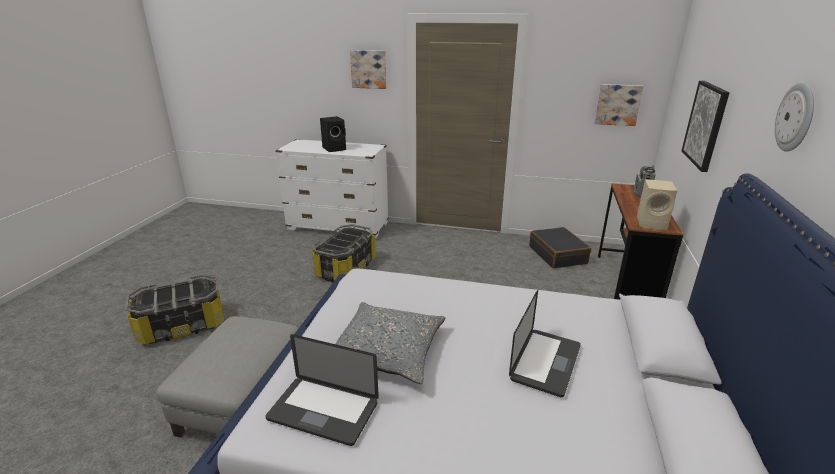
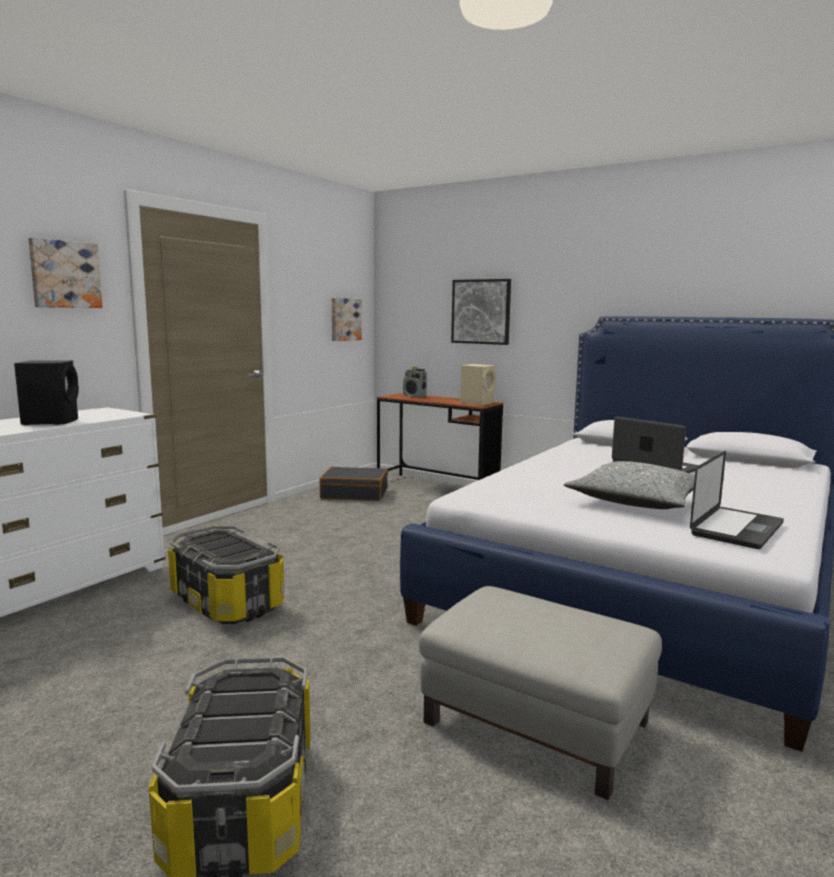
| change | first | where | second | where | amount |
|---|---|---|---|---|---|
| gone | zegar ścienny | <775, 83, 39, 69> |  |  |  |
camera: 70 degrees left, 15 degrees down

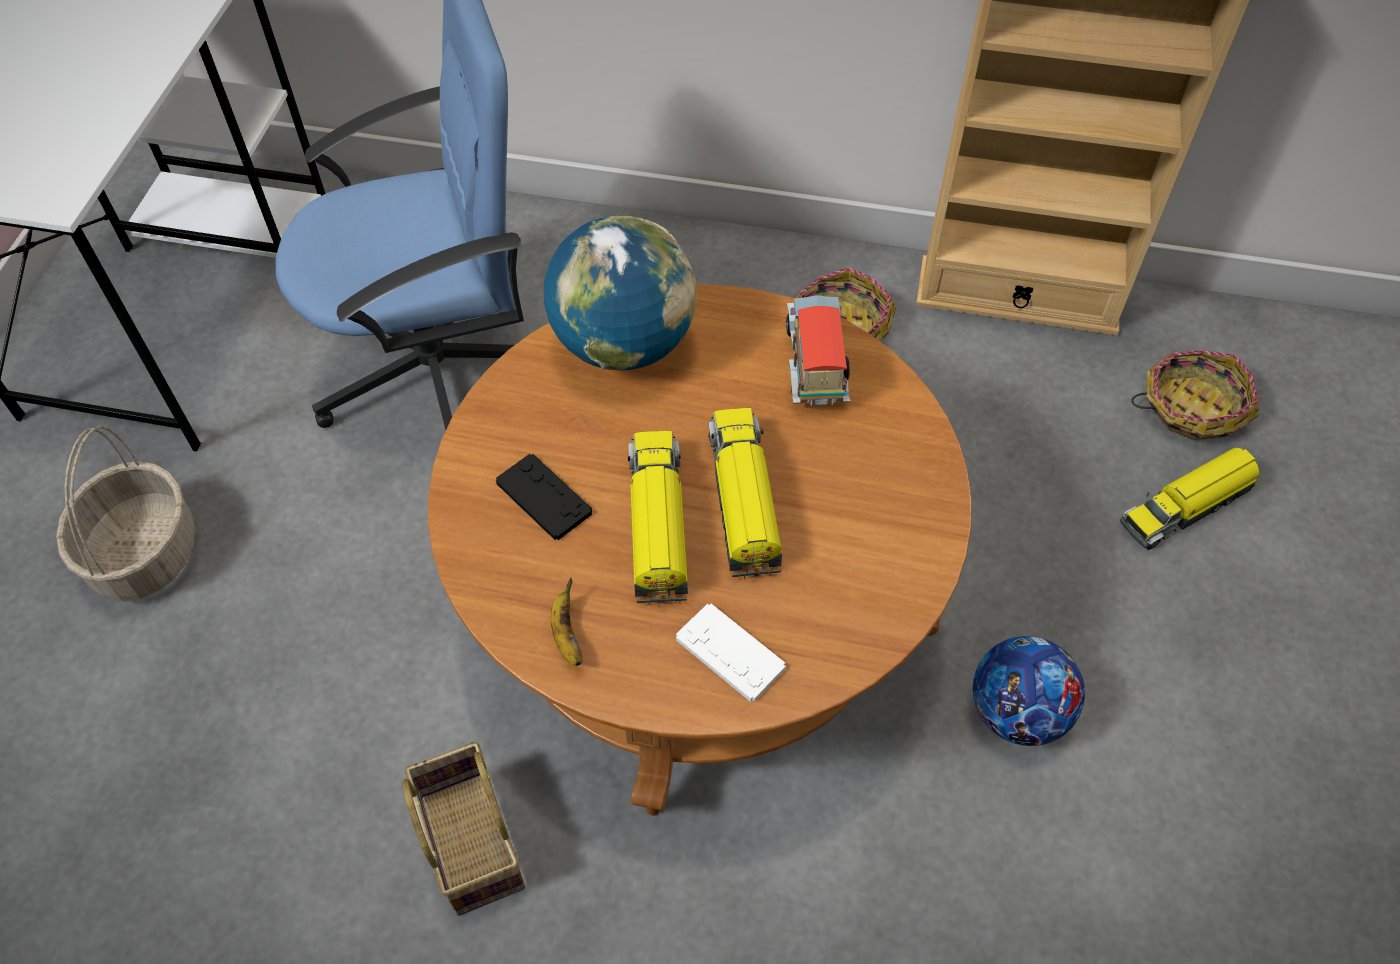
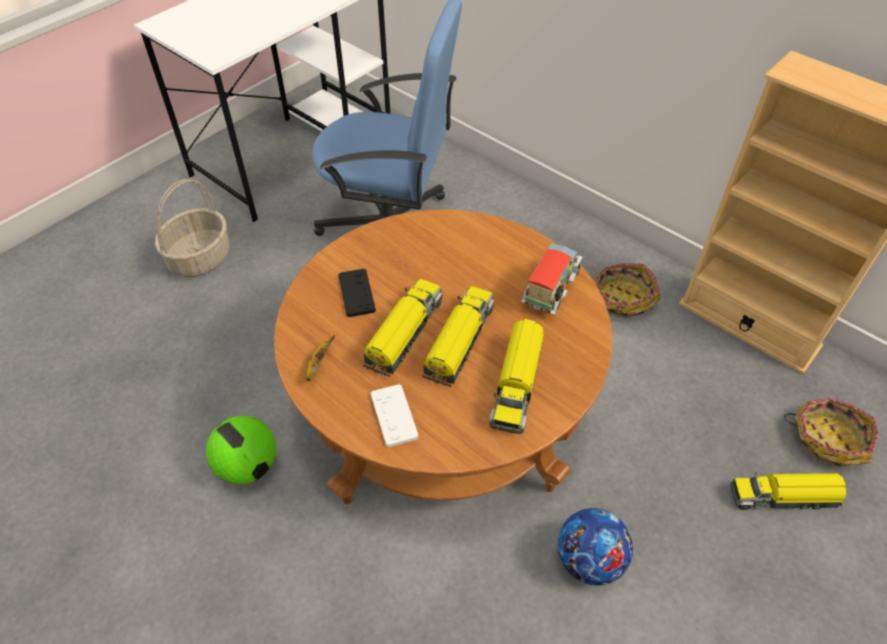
| change | first | where | second | where | amount |
|---|---|---|---|---|---|
| gone | globus | <544, 216, 153, 154> |  |  |  |
| new |  |  | ciężarówka zabawkowa | <489, 319, 55, 115> |  |
| swapped | koszyk | <402, 742, 123, 174> | piłka futbolowa | <206, 416, 70, 69> |  |
camera: 30 degrees right, 5 degrees down

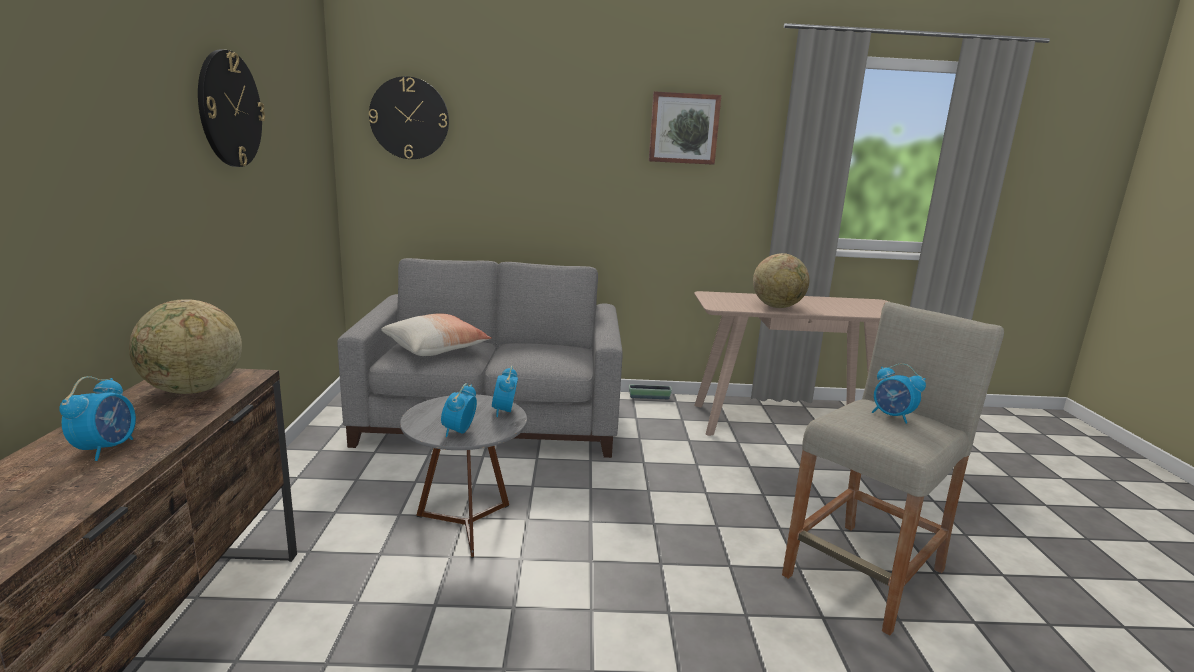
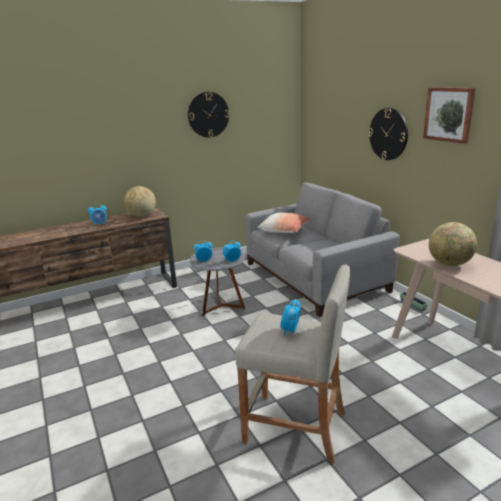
| change | first | where | second | where | amount |
|---|---|---|---|---|---|
| shifted | zegar ścienny | <369, 76, 80, 83> |  | <368, 108, 40, 52> |  |
camera: 65 degrees right, 5 degrees up

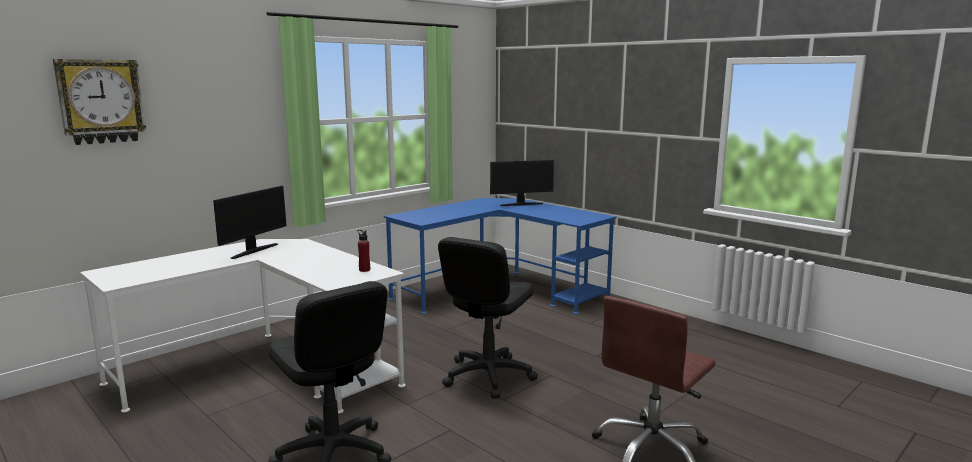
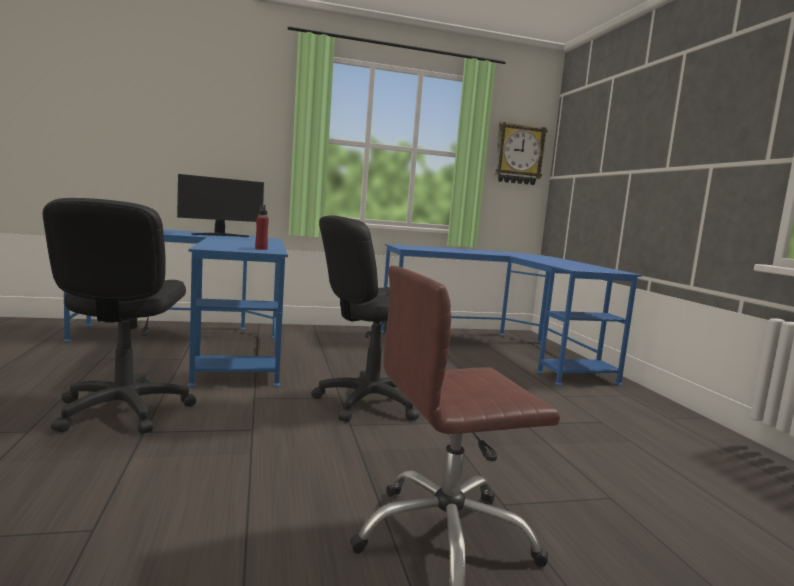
| change | first | where | second | where | amount |
|---|---|---|---|---|---|
| gone | monitor | <490, 160, 64, 46> |  |  |  |
| shifted | zegar ścienny | <53, 59, 93, 86> |  | <494, 122, 54, 63> |  |
| repainted | biurko [biały] | <80, 239, 325, 175> | biurko [niebieski] | <63, 229, 225, 158> |  |
camera: 30 degrees right, 5 degrees down

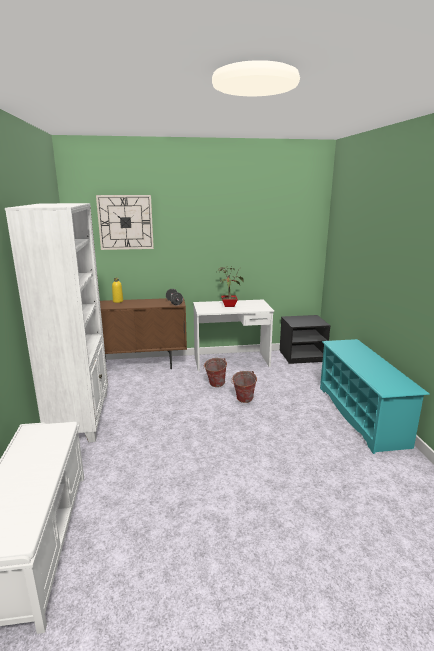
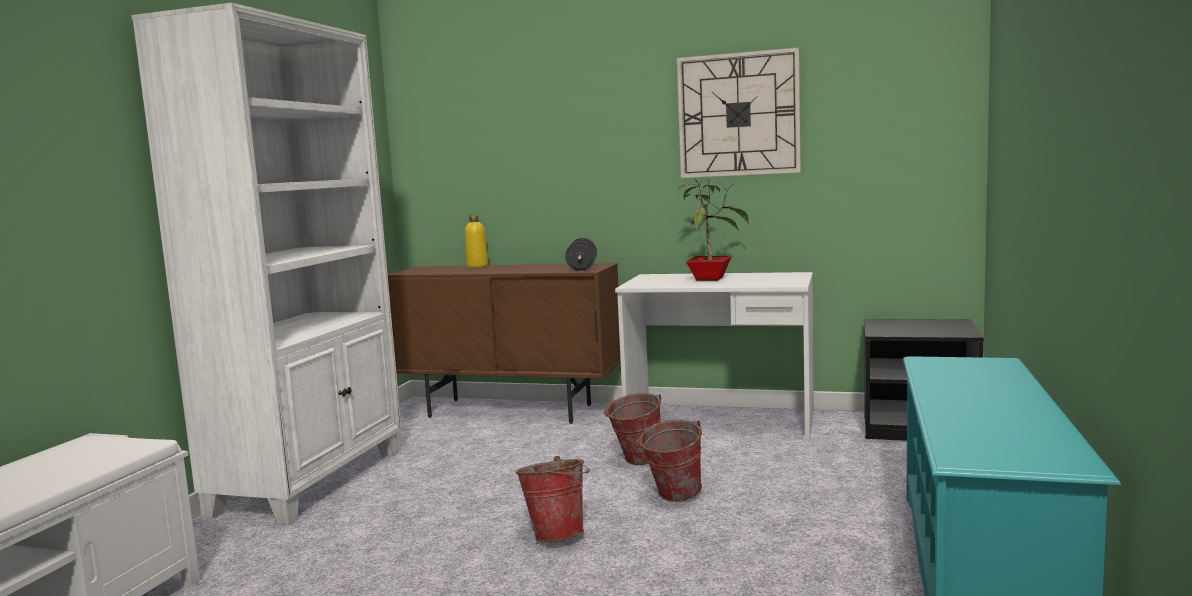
| change | first | where | second | where | amount |
|---|---|---|---|---|---|
| new |  |  | wiadro | <515, 456, 75, 86> |  |
| shifted | zegar ścienny | <96, 195, 58, 55> |  | <677, 47, 124, 131> |  |
camera: 25 degrees right, 10 degrees down

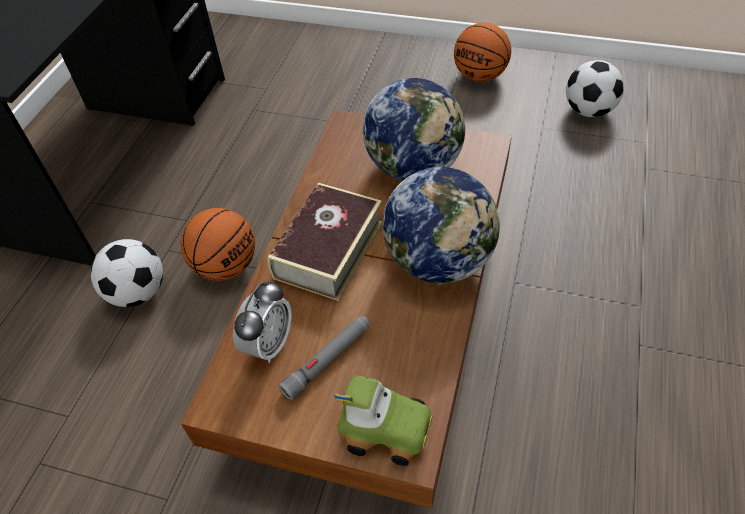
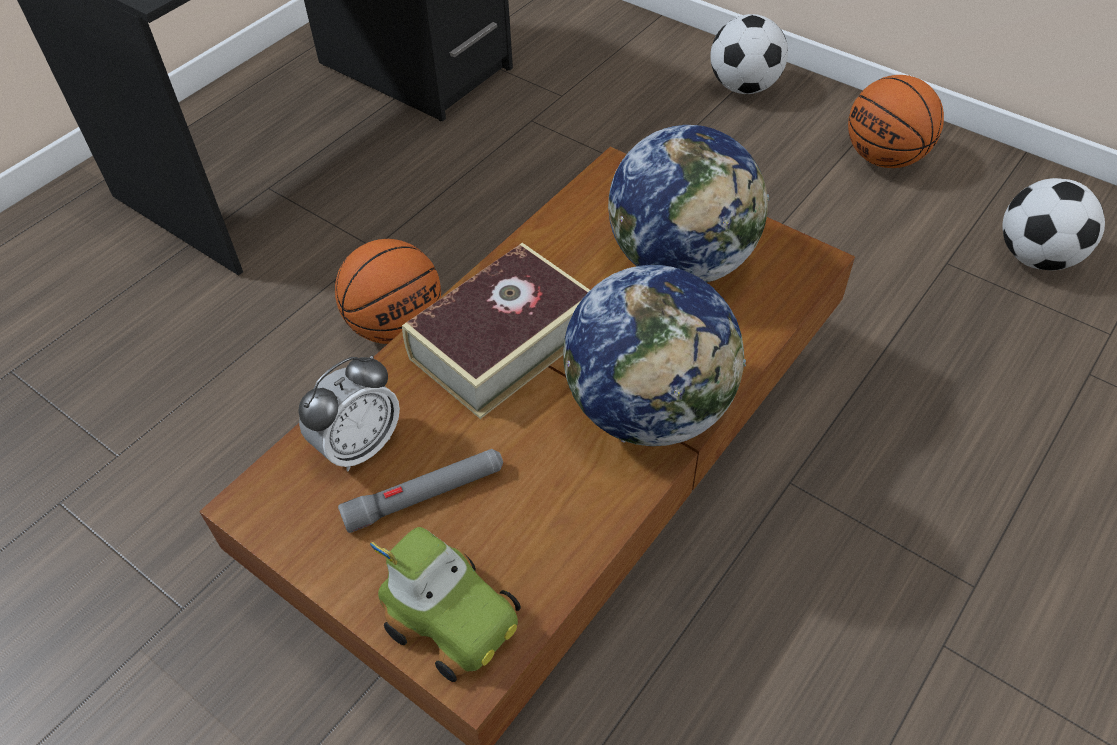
| change | first | where | second | where | amount |
|---|---|---|---|---|---|
| shifted | piłka futbolowa | <91, 239, 72, 68> |  | <710, 14, 78, 80> |  |
camera: 20 degrees right, 0 degrees up

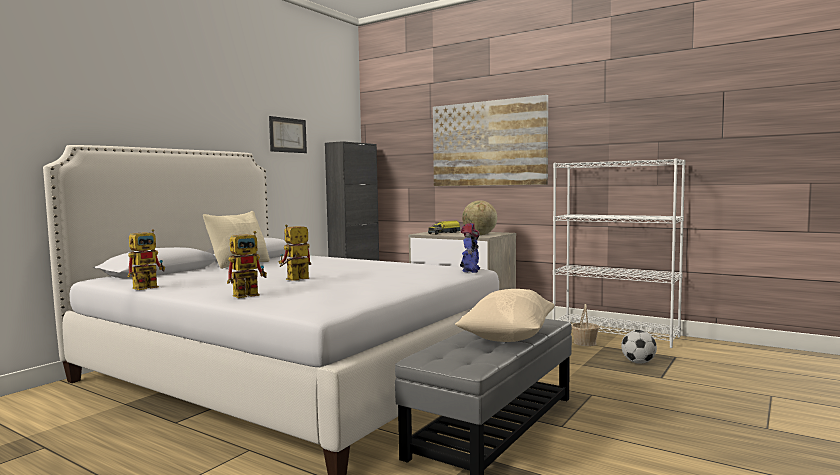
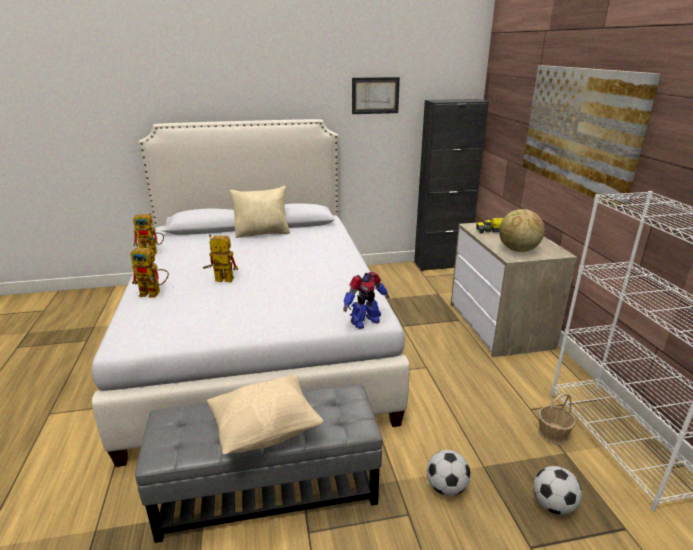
| change | first | where | second | where | amount |
|---|---|---|---|---|---|
| new |  |  | piłka futbolowa | <427, 450, 44, 46> |  |
camera: 45 degrees right, 20 degrees up

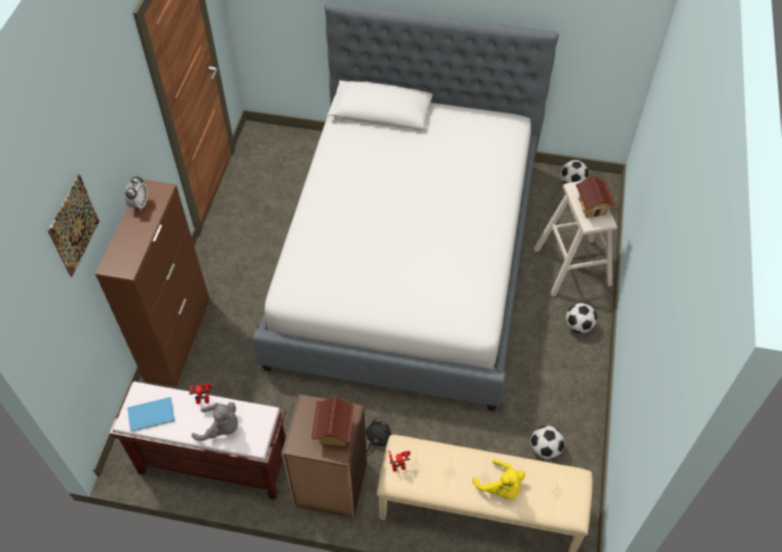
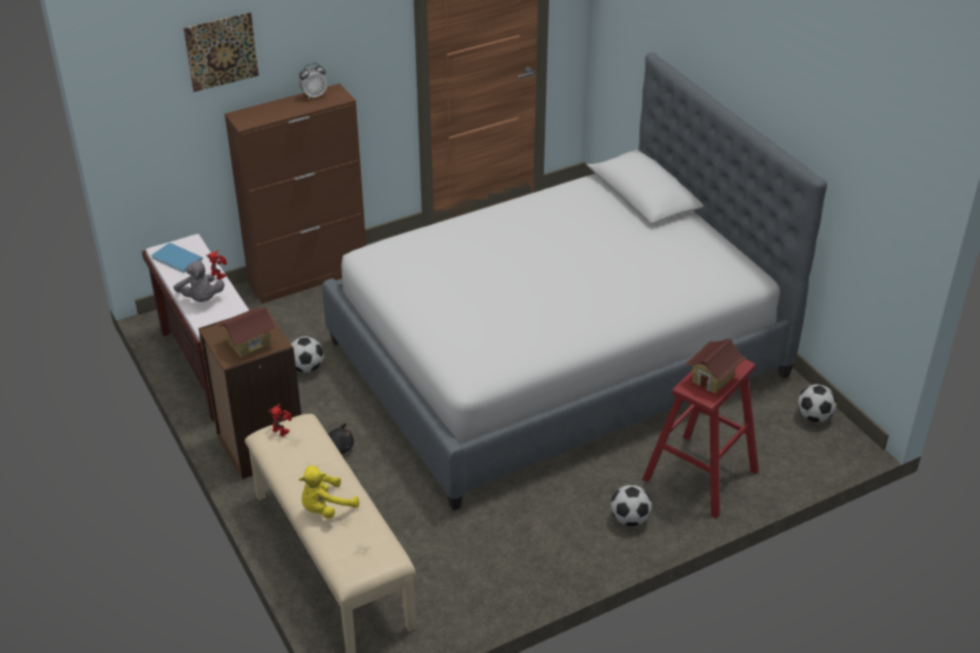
| change | first | where | second | where | amount |
|---|---|---|---|---|---|
| shifted | piłka futbolowa | <530, 426, 35, 33> |  | <291, 336, 33, 37> |  |
| repainted | stołek [beżowy] | <534, 180, 83, 116> | stołek [czerwony] | <642, 359, 117, 160> |  |
| rotated | pluszak [żółty] | <472, 459, 53, 41> |  | <299, 465, 60, 53> | 45 degrees clockwise |
camera: 50 degrees right, 15 degrees down

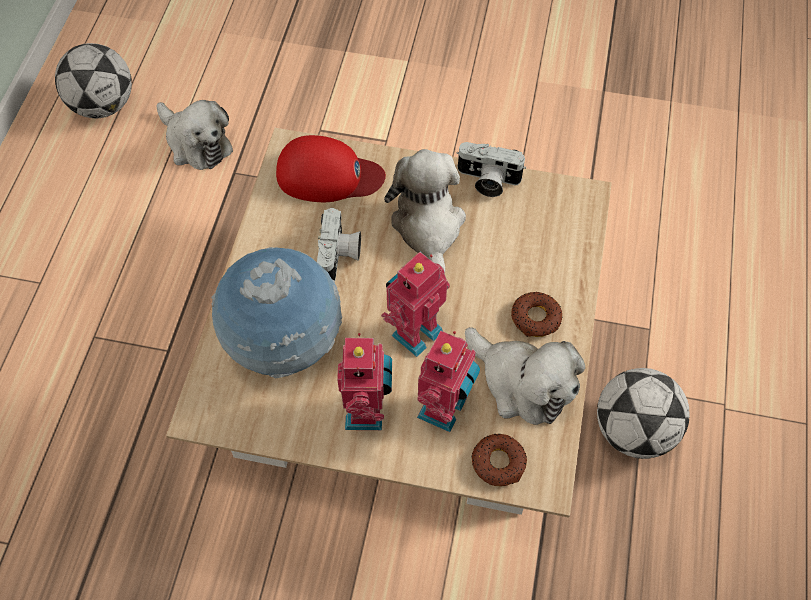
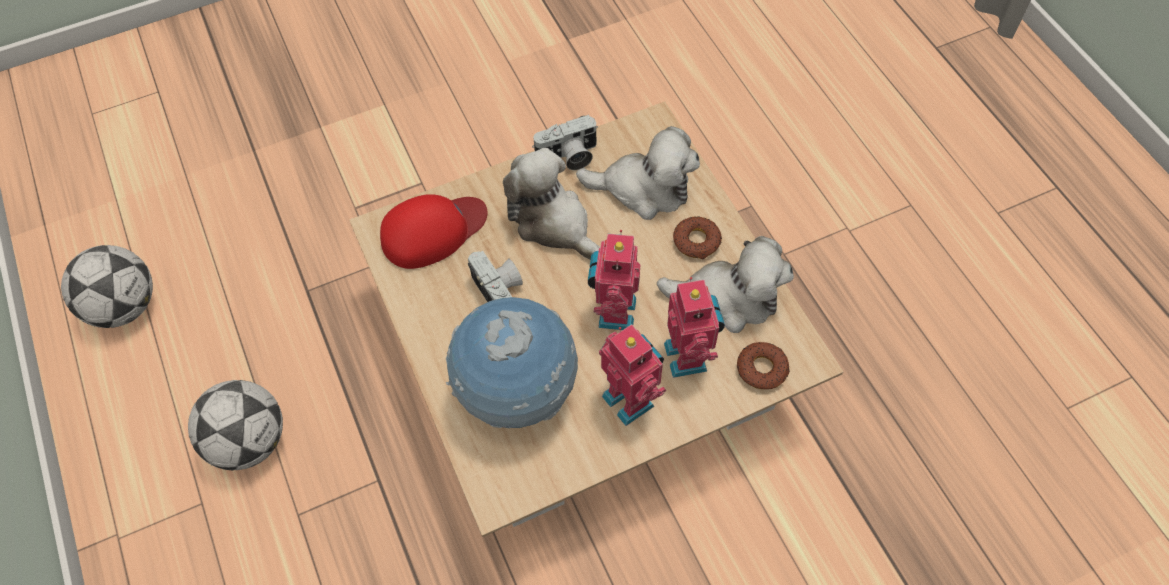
| change | first | where | second | where | amount |
|---|---|---|---|---|---|
| shifted | pluszak | <157, 100, 76, 70> |  | <576, 126, 124, 94> |  |
| shifted | piłka futbolowa | <597, 368, 93, 91> |  | <188, 380, 95, 90> |  |
camera: 35 degrees left, 0 degrees up

